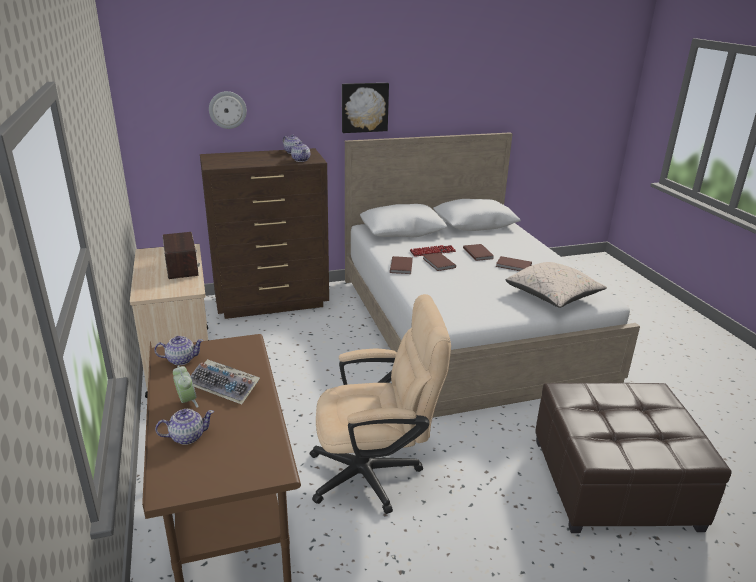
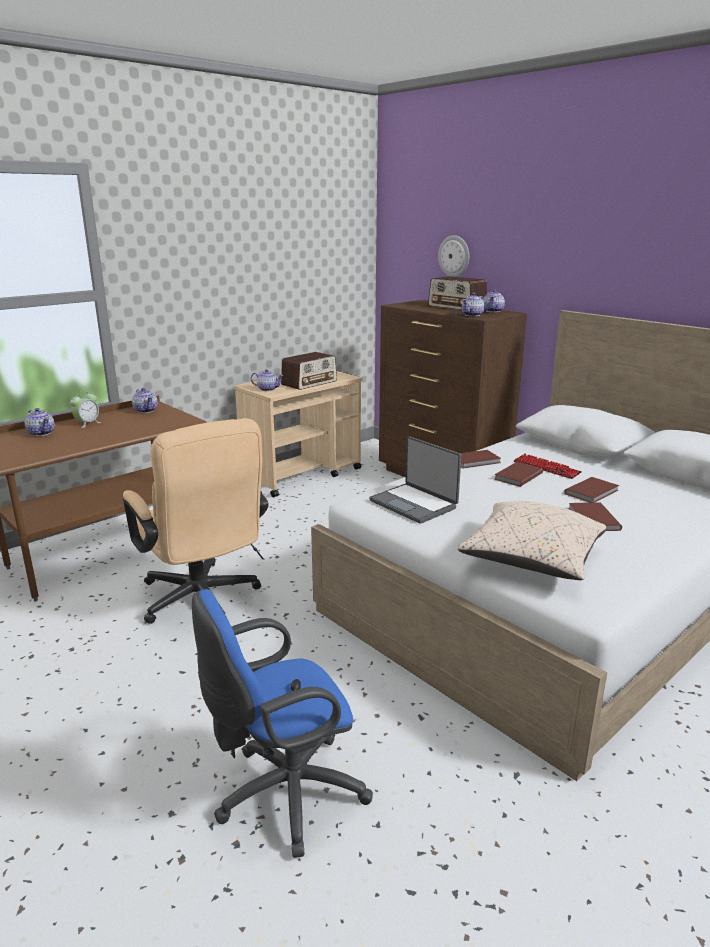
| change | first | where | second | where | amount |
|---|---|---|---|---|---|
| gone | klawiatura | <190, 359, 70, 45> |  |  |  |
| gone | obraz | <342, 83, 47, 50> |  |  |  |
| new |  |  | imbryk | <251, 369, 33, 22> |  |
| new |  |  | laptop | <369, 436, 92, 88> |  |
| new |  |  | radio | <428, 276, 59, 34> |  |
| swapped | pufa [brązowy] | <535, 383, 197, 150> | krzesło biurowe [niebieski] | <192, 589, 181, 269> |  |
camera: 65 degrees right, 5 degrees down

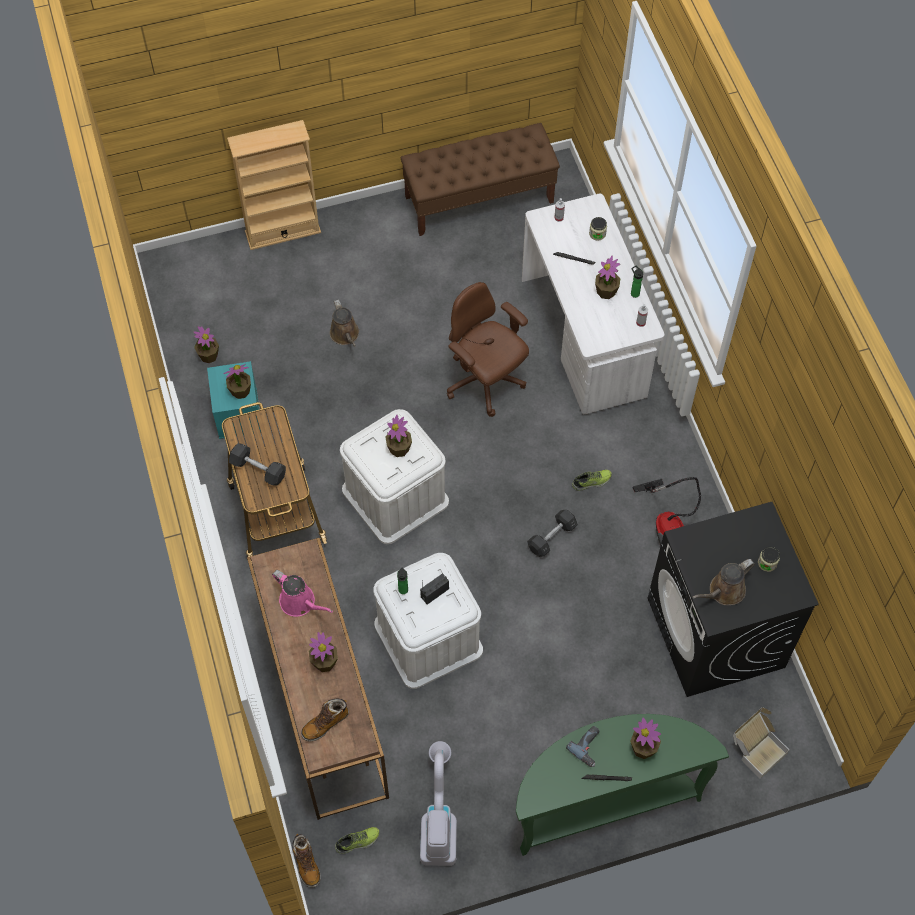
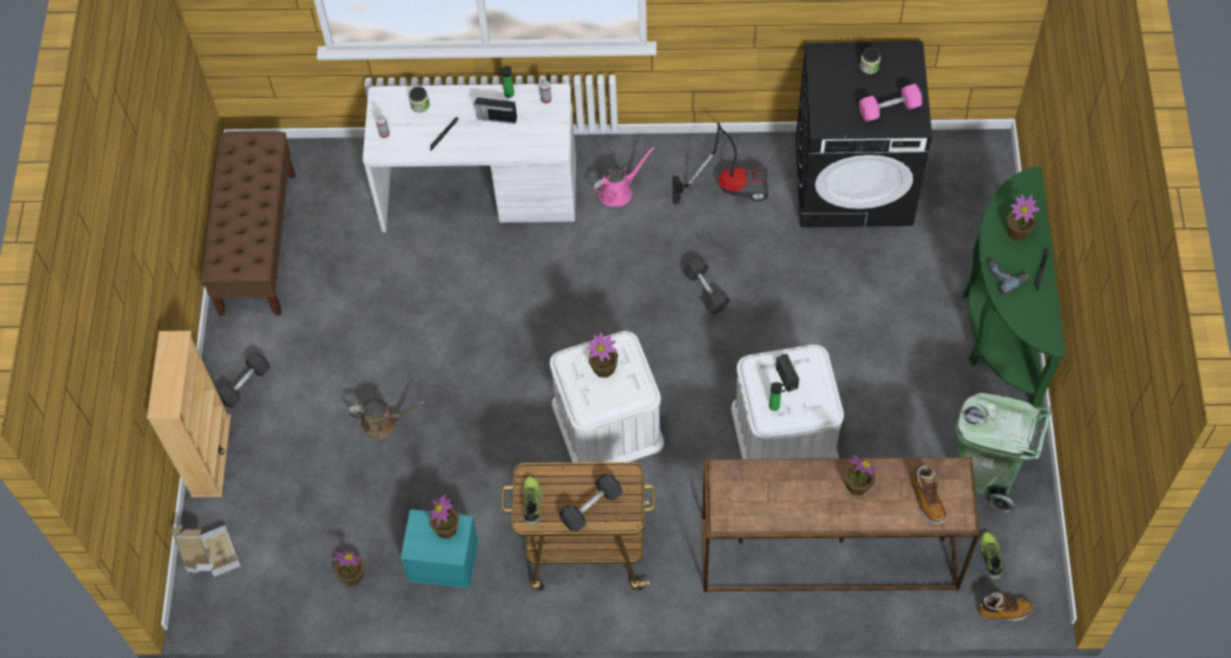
| change | first | where | second | where | amount |
|---|---|---|---|---|---|
| gone | krzesło biurowe [brązowy] | <447, 282, 82, 135> |  |  |  |
| new |  |  | hantel [szary] | <217, 353, 53, 55> |  |
| shifted | konewka [różowy] | <272, 570, 61, 47> |  | <592, 147, 63, 59> |  |
| shifted | but | <572, 470, 40, 21> |  | <523, 476, 19, 50> |  |
| shifted | karton | <733, 707, 56, 72> |  | <172, 525, 69, 52> |  |
| swapped | odkurzacz | <420, 741, 37, 125> | kosz na śmieci [zielony] | <955, 393, 97, 119> |  |
| swapped | roślina doniczkowa | <595, 256, 25, 43> | radio | <474, 97, 43, 27> |  |
| swapped | konewka [brązowy] | <692, 559, 63, 46> | hantel [różowy] | <859, 84, 63, 38> |  |
camera: 70 degrees left, 0 degrees up

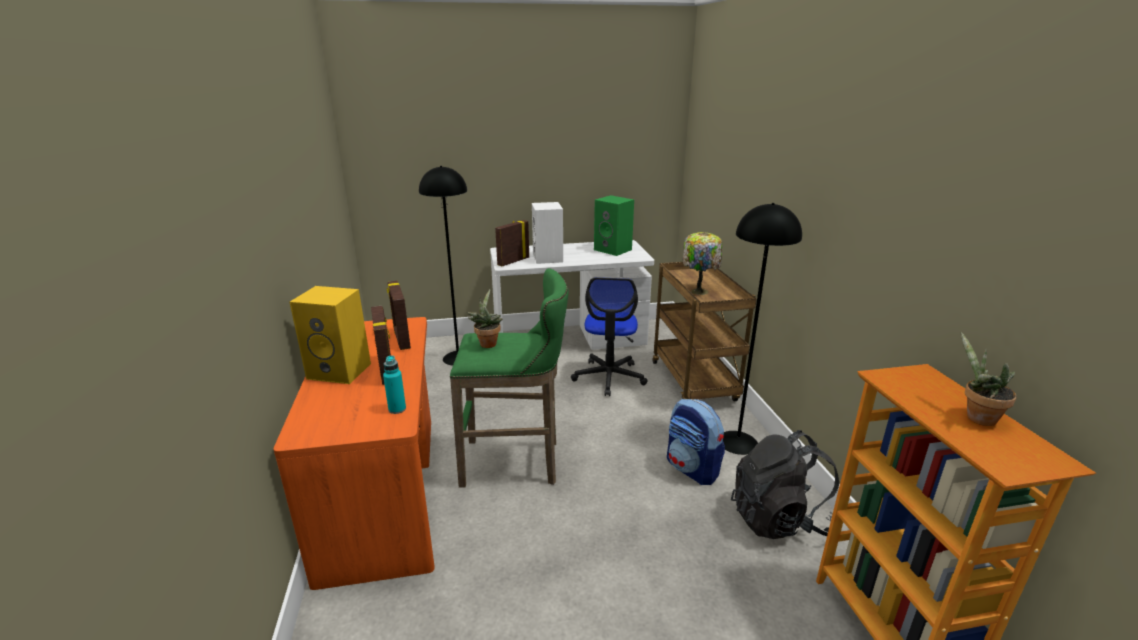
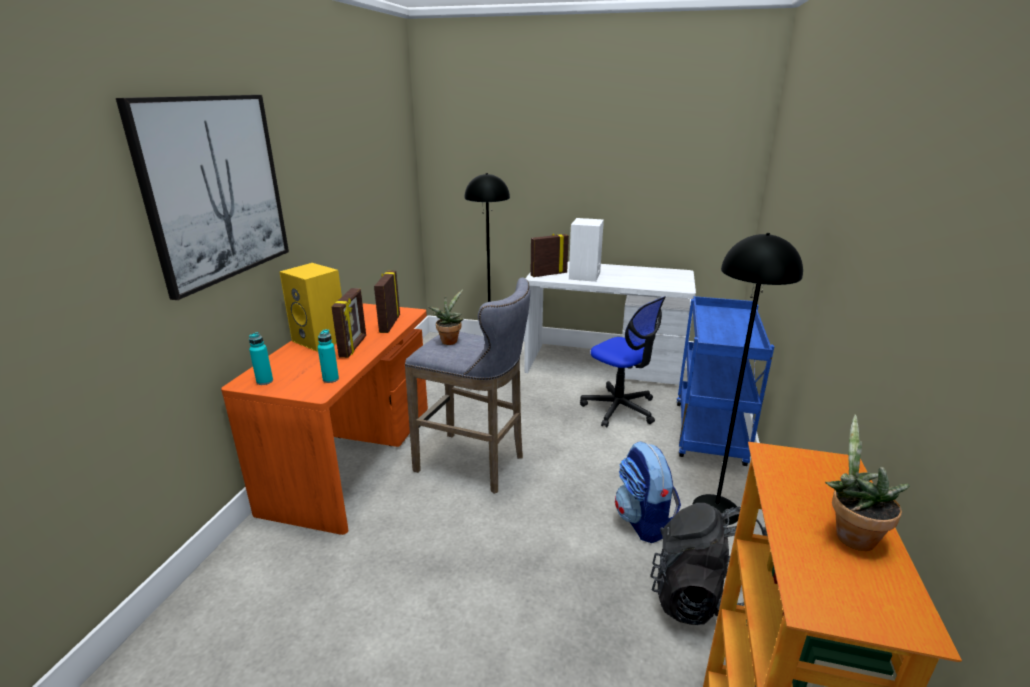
| change | first | where | second | where | amount |
|---|---|---|---|---|---|
| gone | głośnik [zielony] | <594, 195, 40, 61> |  |  |  |
| gone | lampa stołowa | <683, 232, 39, 63> |  |  |  |
| new |  |  | obraz | <116, 95, 173, 205> |  |
| new |  |  | butelka [turkusowy] | <249, 332, 24, 53> |  |
| repainted | stołek [zielony] | <450, 268, 118, 220> | stołek [szary] | <405, 277, 125, 217> |  |
| repainted | wózek [brązowy] | <653, 262, 104, 139> | wózek [niebieski] | <677, 296, 97, 170> |  |
| rotated | krzesło biurowe | <571, 277, 77, 119> |  | <580, 296, 86, 132> | 75 degrees counterclockwise |
camera: 25 degrees right, 0 degrees up

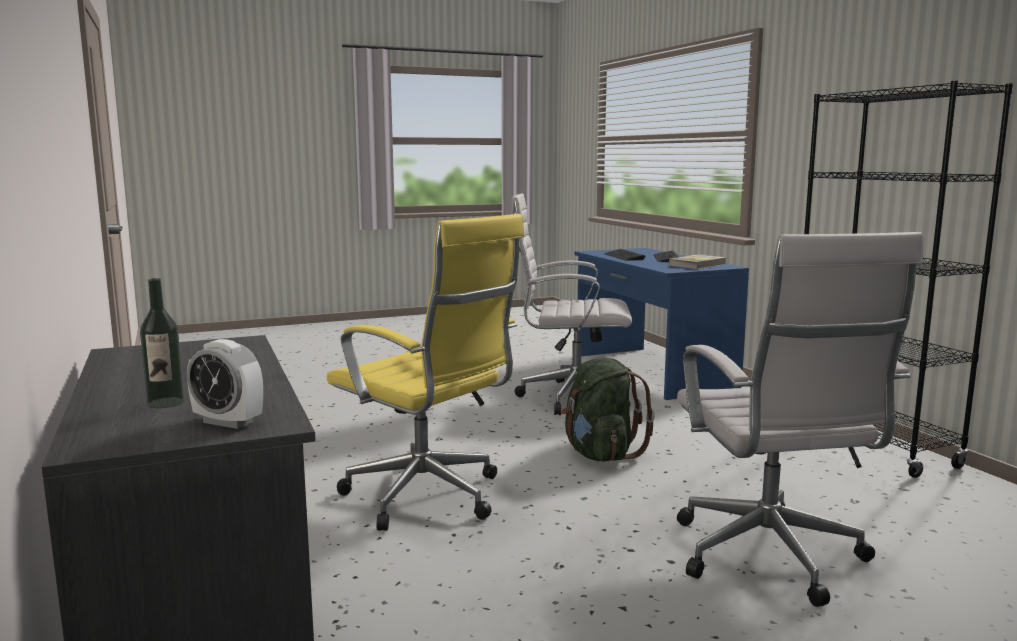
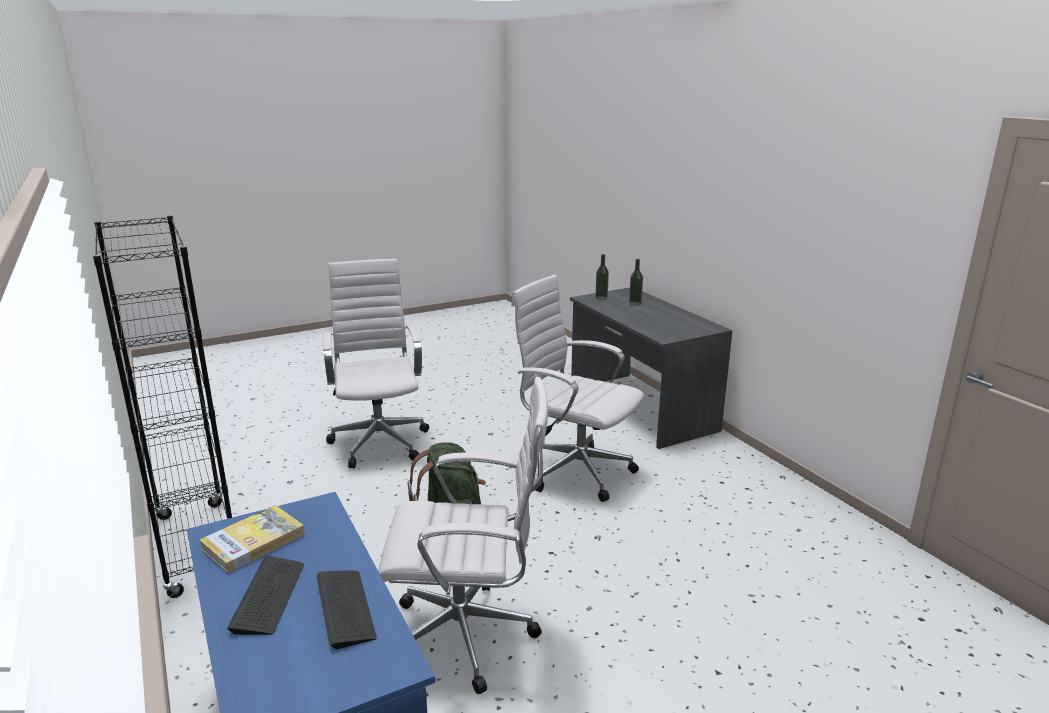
| change | first | where | second | where | amount |
|---|---|---|---|---|---|
| swapped | budzik | <187, 339, 76, 90> | butelka | <595, 254, 14, 46> |  |
| repainted | krzesło biurowe [żółty] | <327, 214, 198, 317> | krzesło biurowe [biały] | <511, 275, 133, 227> |  |
camera: 175 degrees right, 10 degrees up

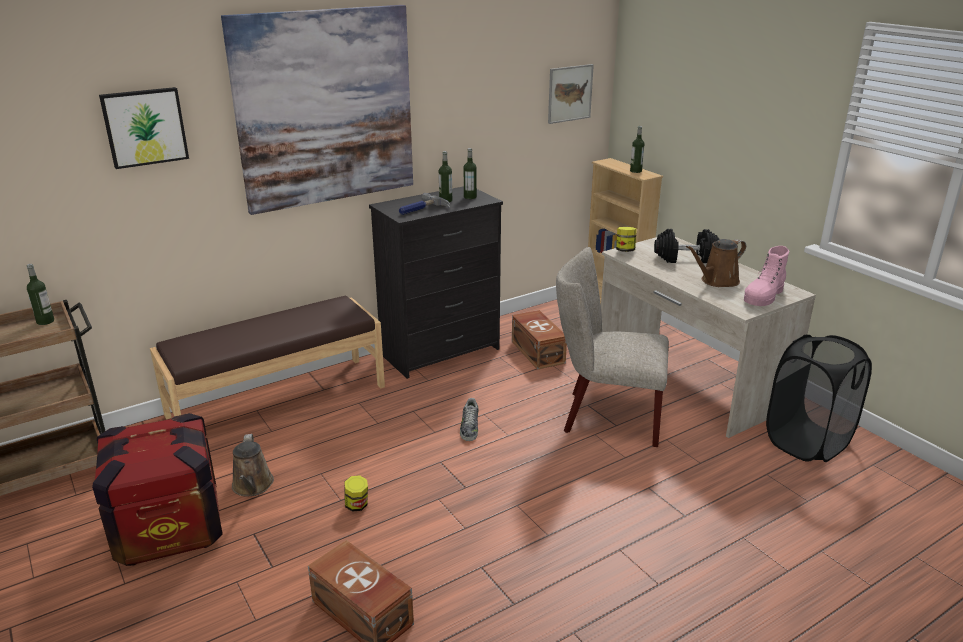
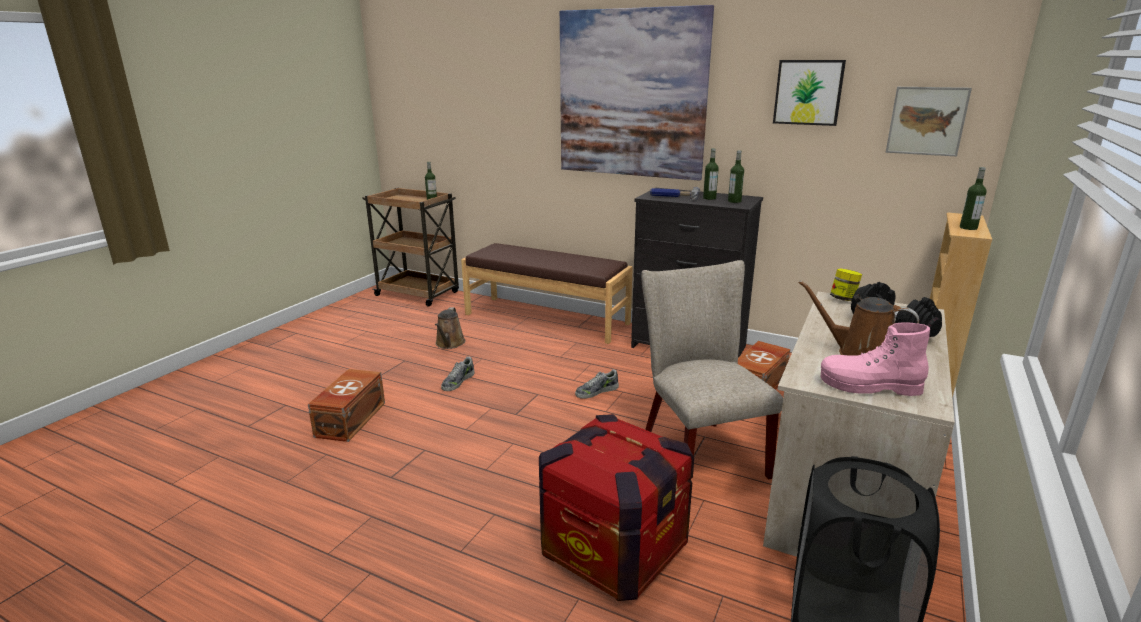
| change | first | where | second | where | amount |
|---|---|---|---|---|---|
| shifted | skrzynka | <92, 413, 131, 153> |  | <539, 414, 155, 187> |  |
| shifted | obraz | <99, 87, 90, 82> |  | <773, 60, 73, 66> |  |
| swapped | słoik | <345, 475, 23, 37> | but | <441, 357, 34, 34> |  |
| rotated | konewka [brązowy] | <232, 434, 42, 62> |  | <435, 307, 31, 42> | 45 degrees counterclockwise |
camera: 60 degrees right, 5 degrees down

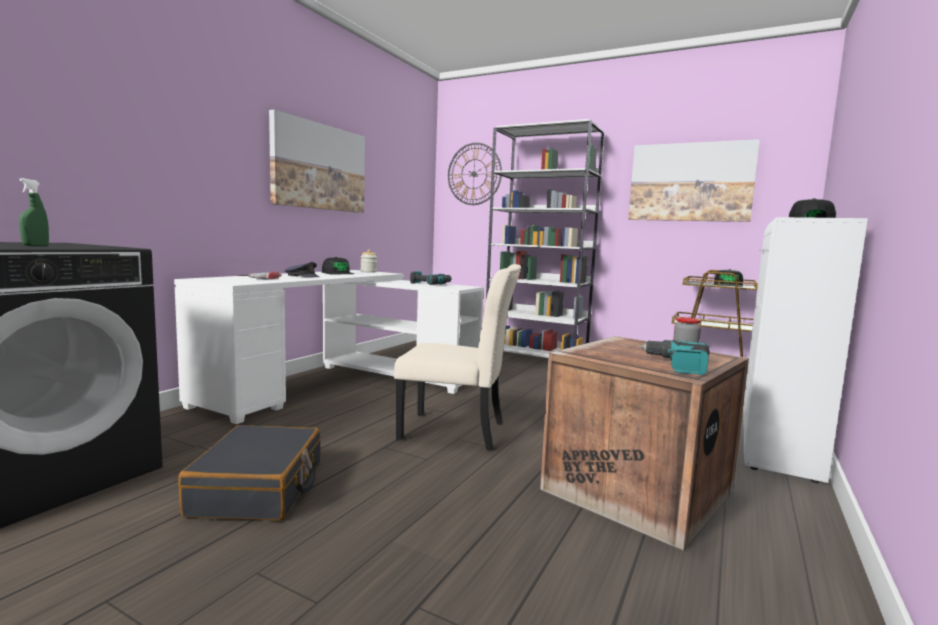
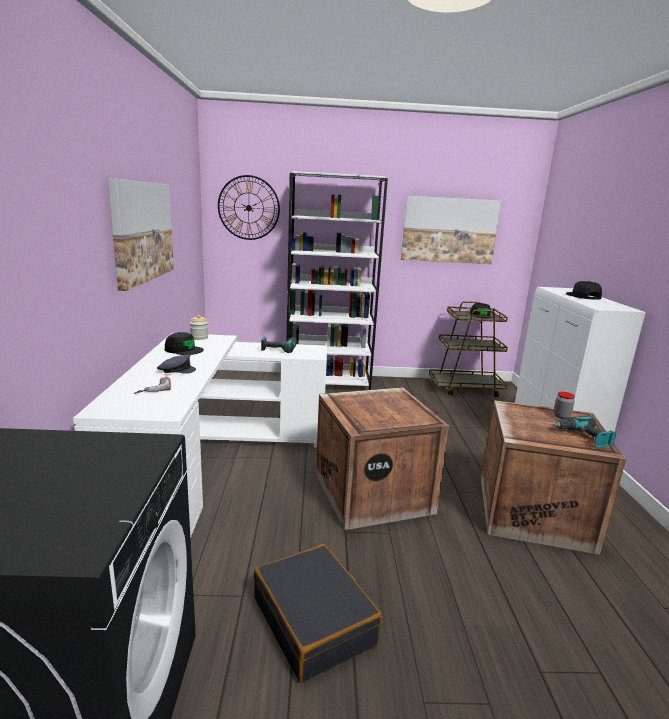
| change | first | where | second | where | amount |
|---|---|---|---|---|---|
| gone | spryskiwacz [zielony] | <19, 178, 30, 68> |  |  |  |
| swapped | krzesło [beżowy] | <394, 264, 127, 187> | skrzynka | <316, 387, 133, 143> |  |
camera: 30 degrees left, 10 degrees up

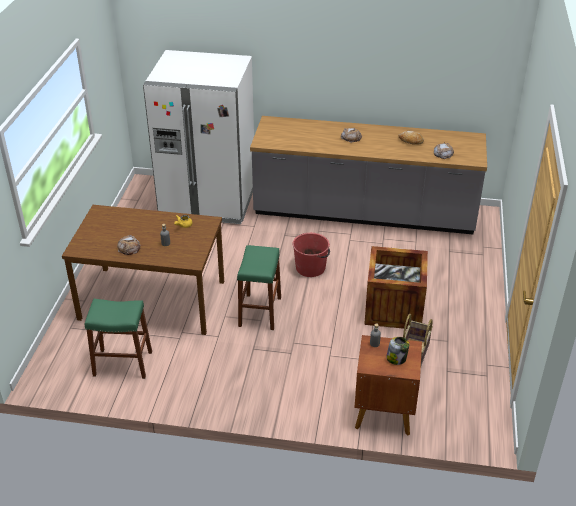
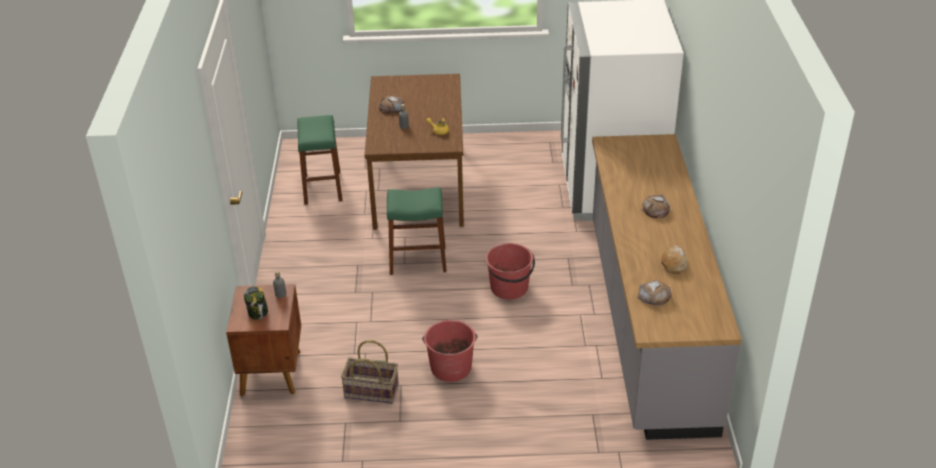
| change | first | where | second | where | amount |
|---|---|---|---|---|---|
| swapped | skrzynka | <364, 246, 64, 83> | wiadro [czerwony] | <422, 320, 55, 62> |  |
camera: 80 degrees right, 0 degrees up

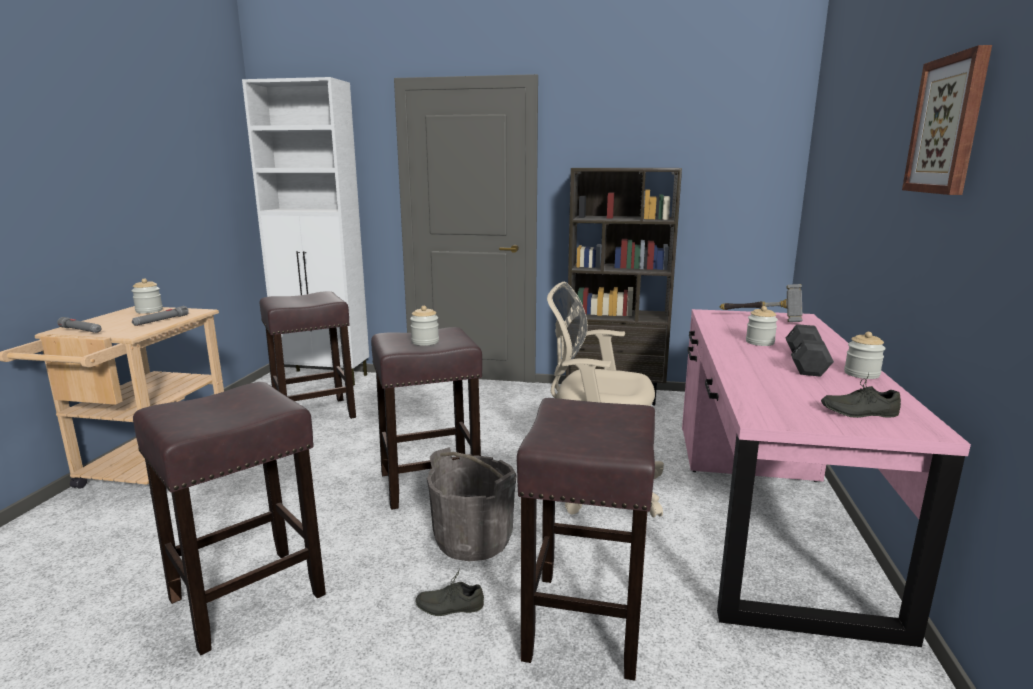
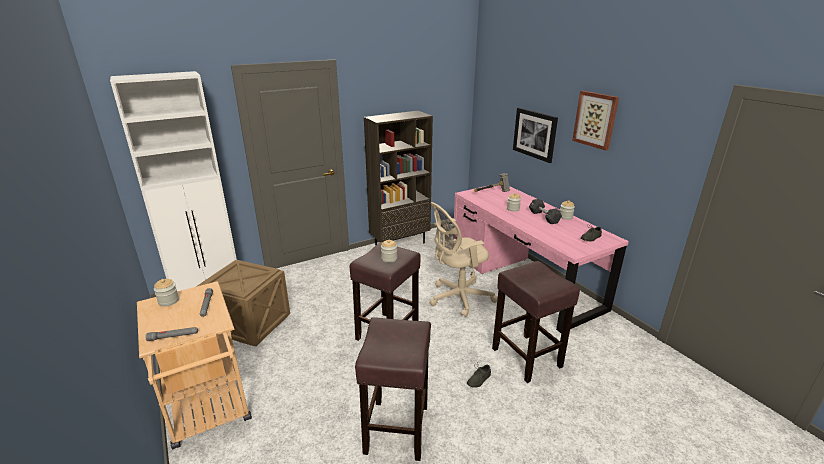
| change | first | where | second | where | amount |
|---|---|---|---|---|---|
| gone | wiadro [szary] | <427, 448, 89, 113> |  |  |  |
| new |  |  | obraz | <513, 108, 45, 55> |  |
| swapped | stołek [brązowy] | <260, 291, 96, 128> | skrzynka | <196, 260, 94, 86> |  |
camera: 40 degrees left, 10 degrees up

